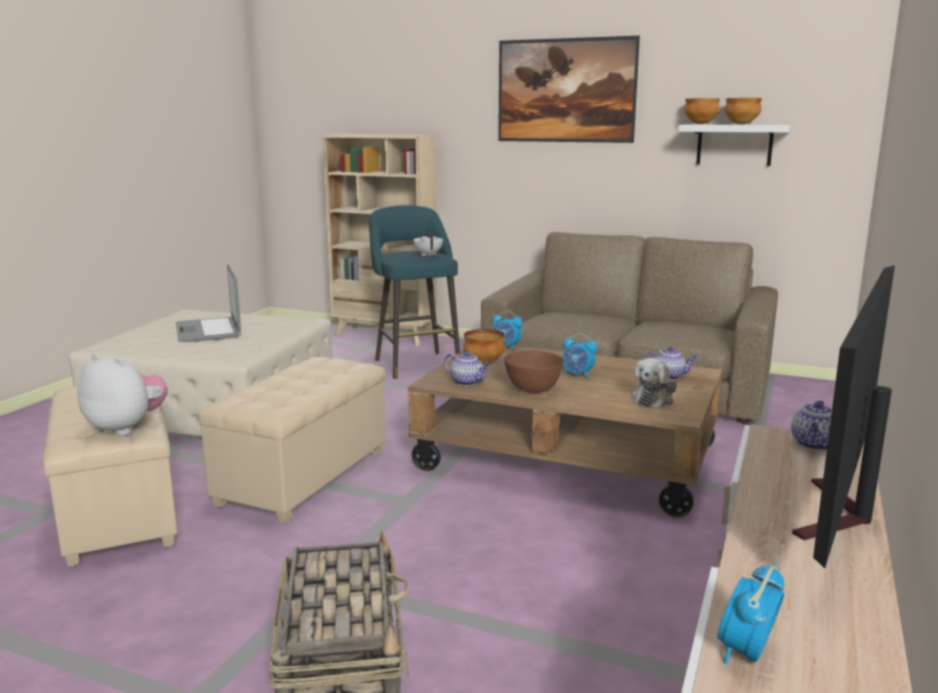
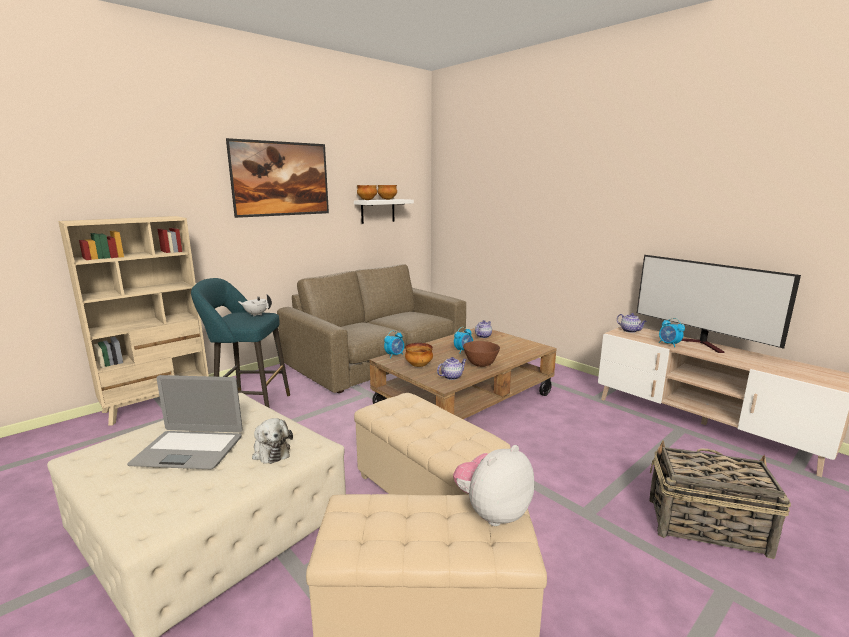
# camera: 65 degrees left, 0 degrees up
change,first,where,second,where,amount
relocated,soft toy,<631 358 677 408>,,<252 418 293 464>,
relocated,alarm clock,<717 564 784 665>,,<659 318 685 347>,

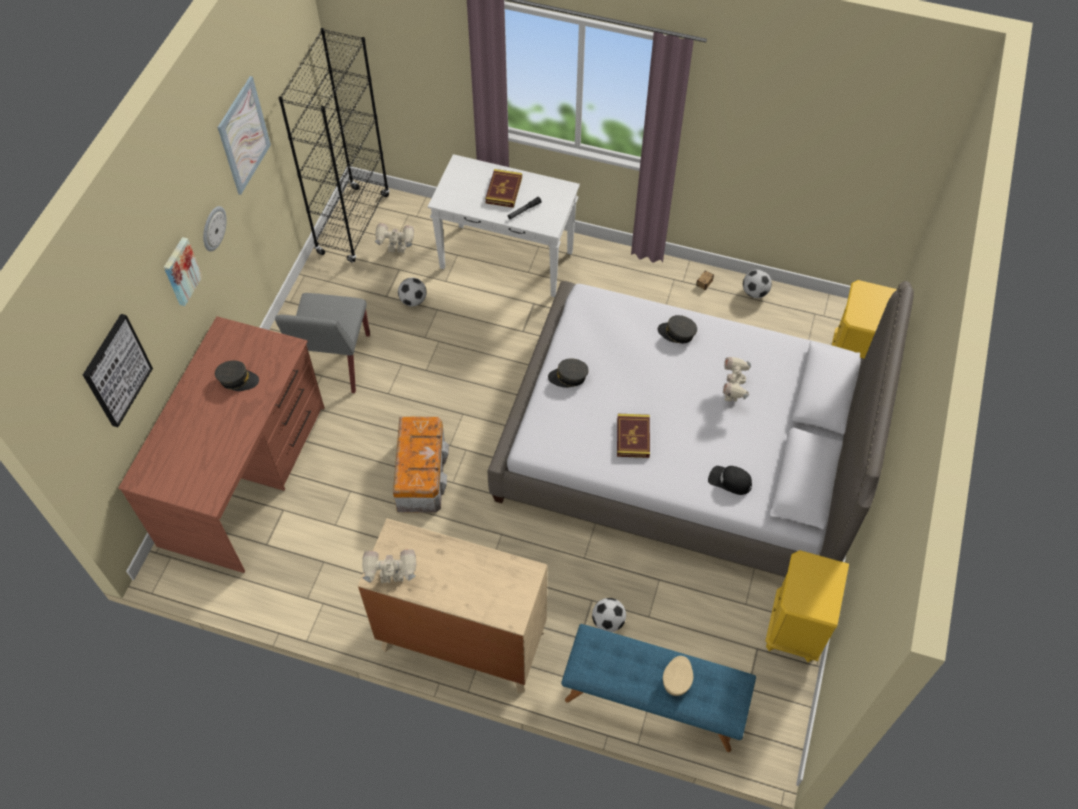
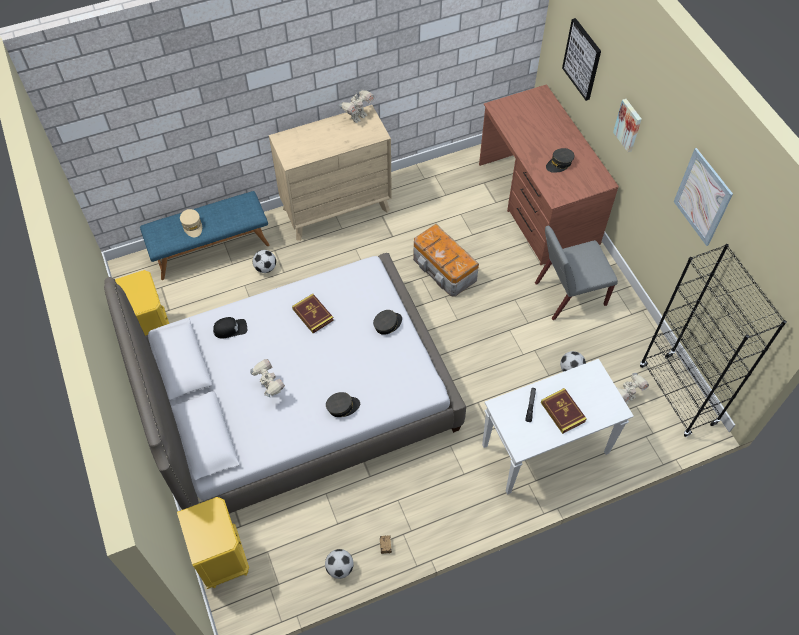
# camera: 140 degrees right, 0 degrees up
change,first,where,second,where,amount
missing,wall clock,<203 206 227 251>,,,
spun,upright chair/greyish,<275 293 370 393>,,<535 226 618 320>,75 degrees counterclockwise

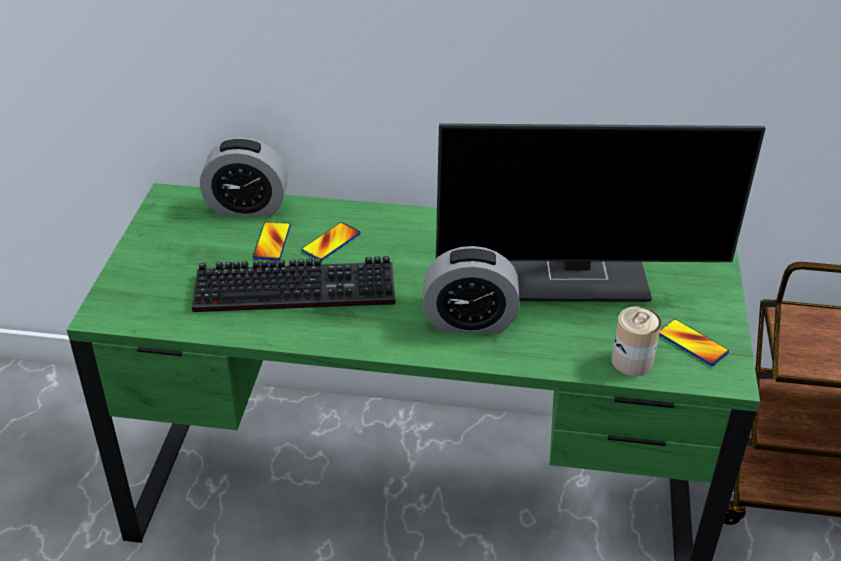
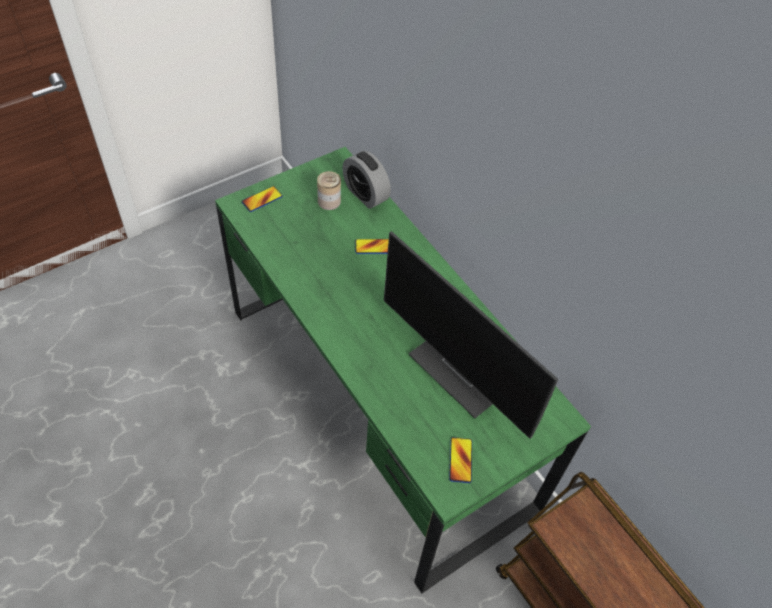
# camera: 45 degrees right, 15 degrees up
change,first,where,second,where,amount
relocated,handset,<253 222 291 261>,,<242 186 283 212>,
missing,alarm clock,<423 246 520 334>,,,
missing,keyboard,<192 256 395 312>,,,
relocated,metal can,<611 306 661 376>,,<317 171 341 210>,

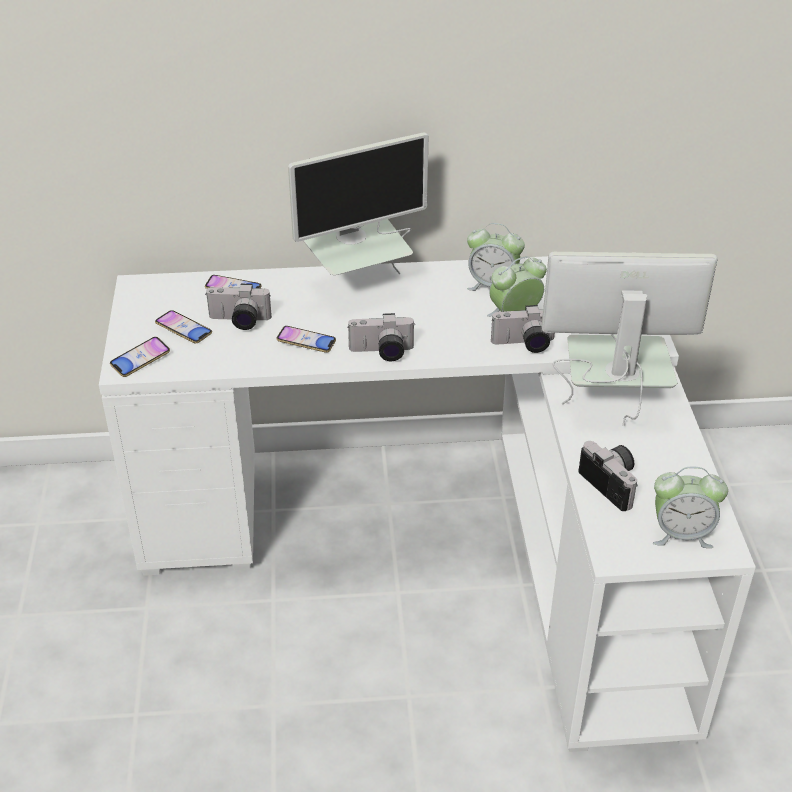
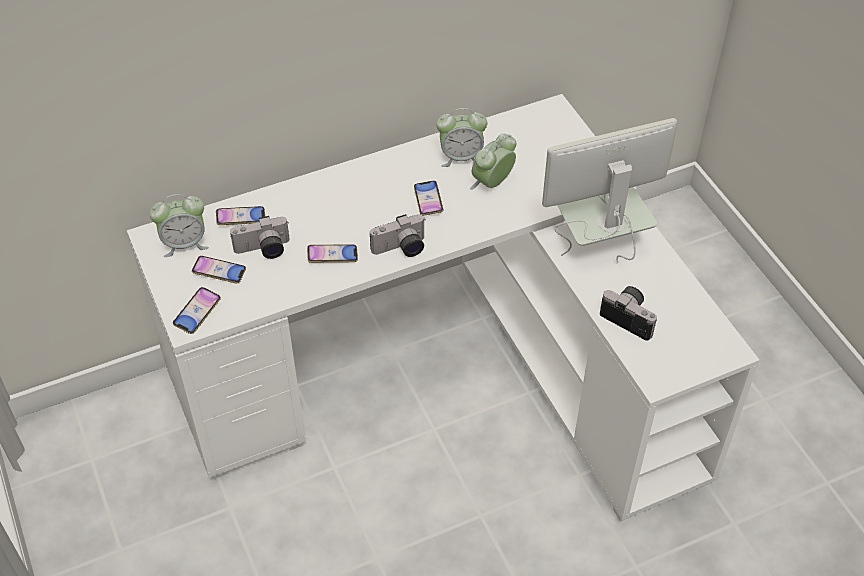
# camera: 20 degrees left, 10 degrees up
change,first,where,second,where,amount
missing,computer display,<288 132 428 275>,,,
missing,still camera,<491 305 555 353>,,,
relocated,alarm clock,<653 467 728 548>,,<149 194 209 257>,
appeared,,,handset,<414 181 443 216>,

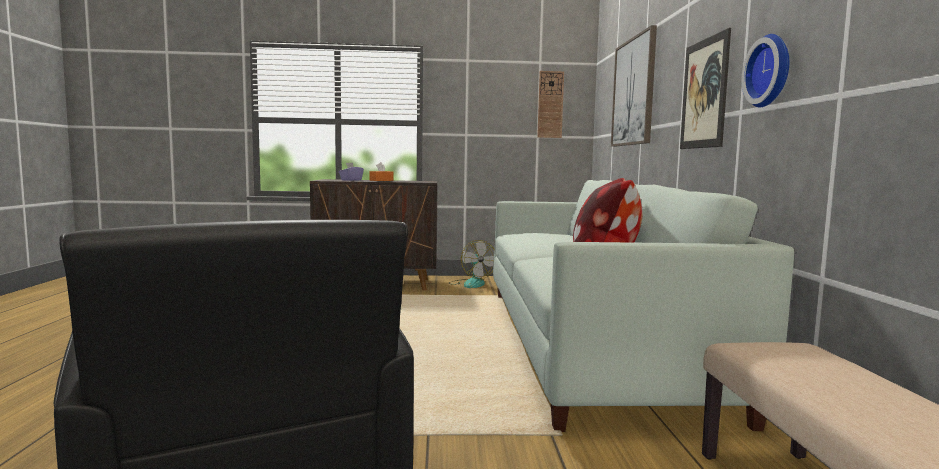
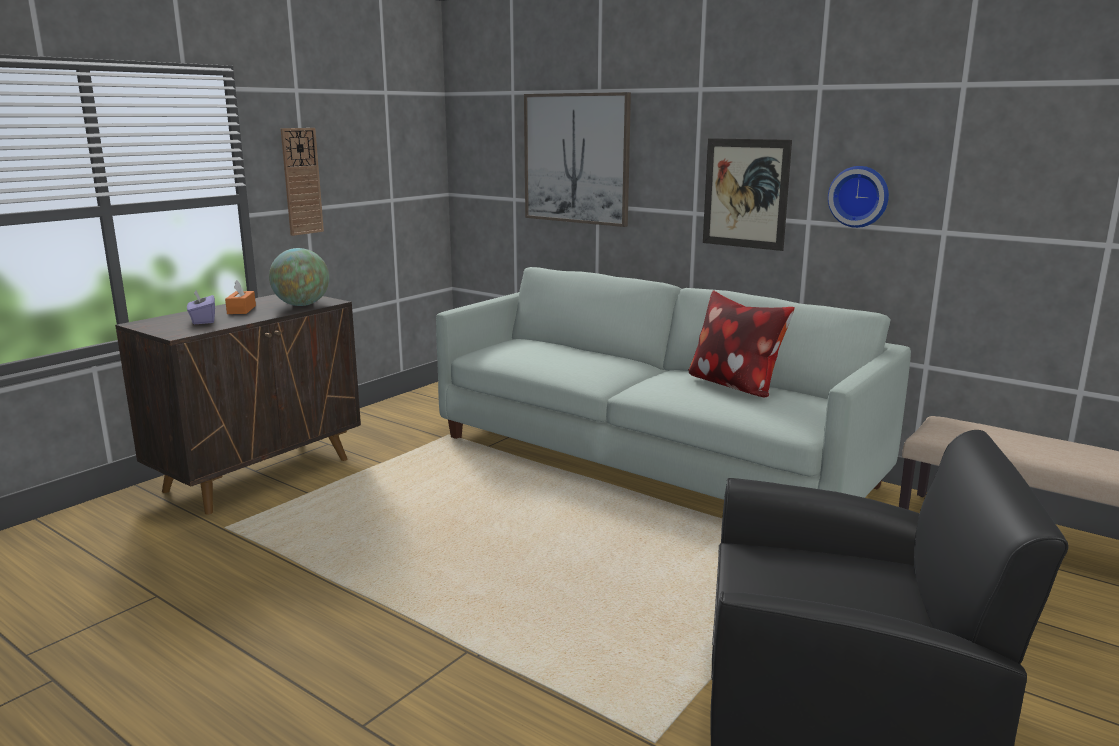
# camera: 50 degrees left, 10 degrees up
change,first,where,second,where,amount
relocated,wall clock,<537 71 564 138>,,<281 128 324 236>,
missing,fan,<448 240 495 288>,,,
appeared,,,desk globe,<269 248 329 306>,

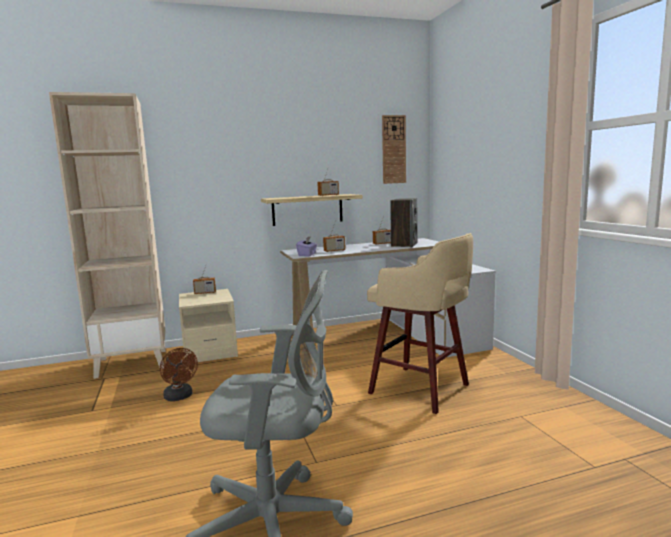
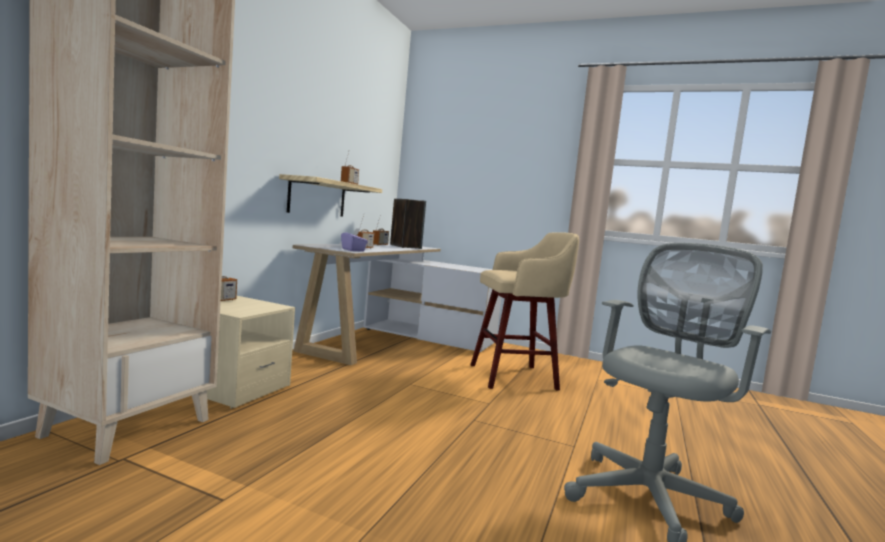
# camera: 50 degrees left, 5 degrees down
change,first,where,second,where,amount
missing,wall clock,<382 115 406 184>,,,
missing,fan/brown,<160 348 198 401>,,,

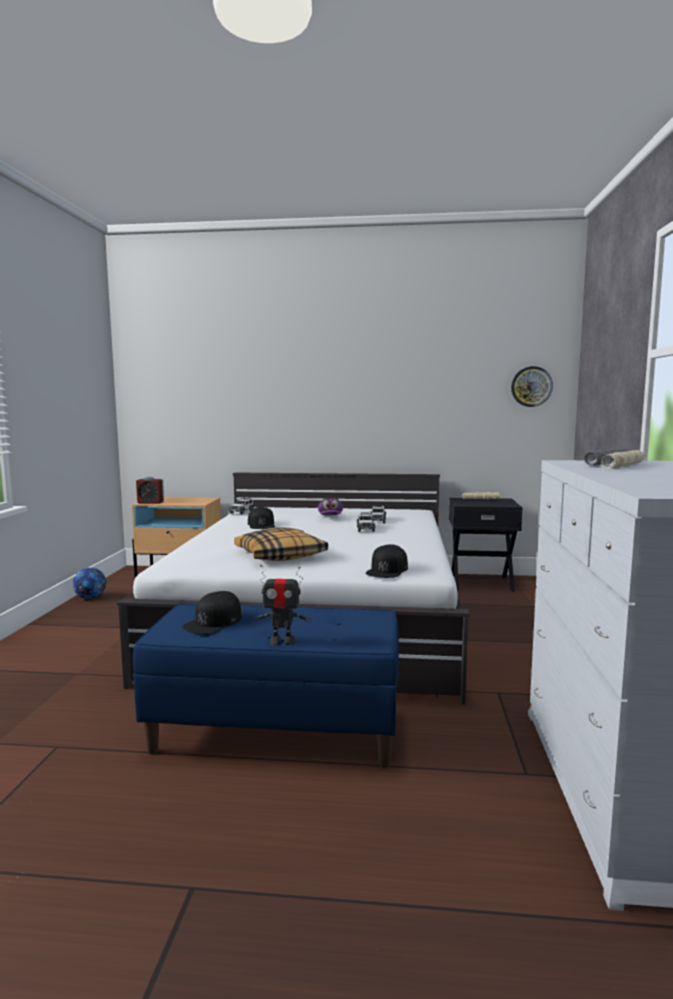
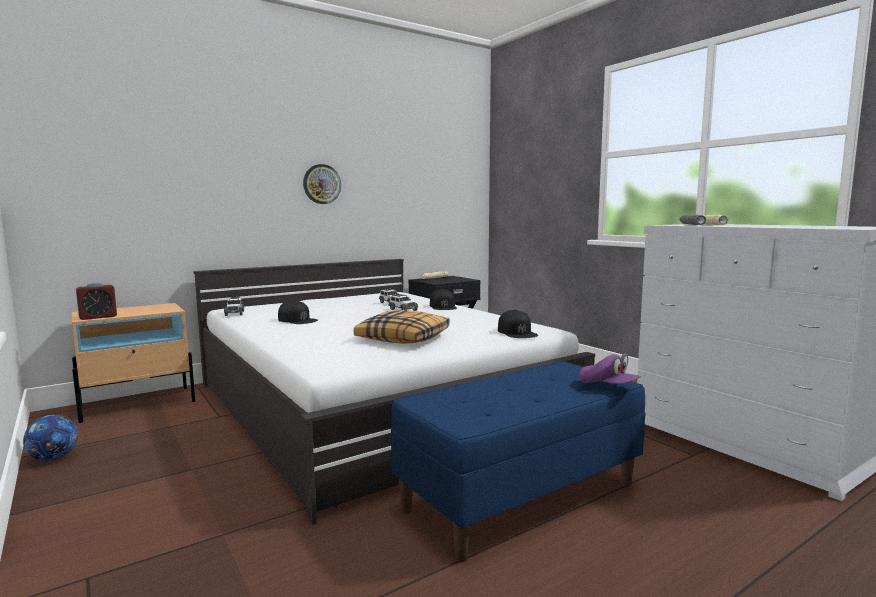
# camera: 40 degrees left, 0 degrees up
change,first,where,second,where,amount
relocated,wall clock,<511 366 553 407>,,<303 164 341 204>,
relocated,baseball cap/purple-coloured,<318 498 343 515>,,<579 353 641 384>,
missing,robot figure,<253 565 311 646>,,,
relocated,baseball cap/black-coloured,<182 591 241 634>,,<430 289 457 310>,

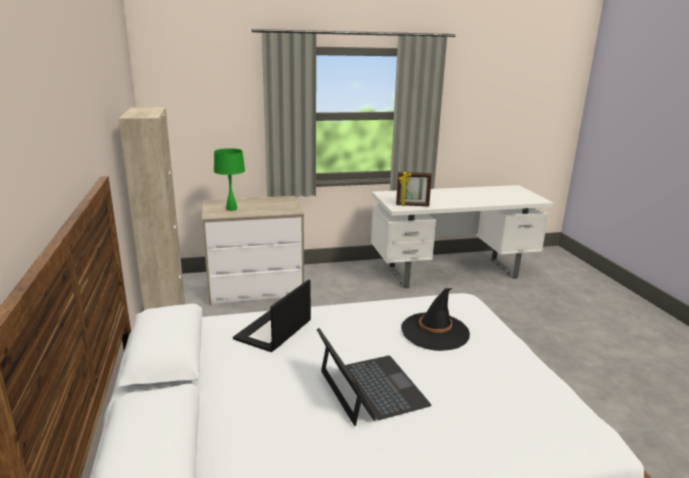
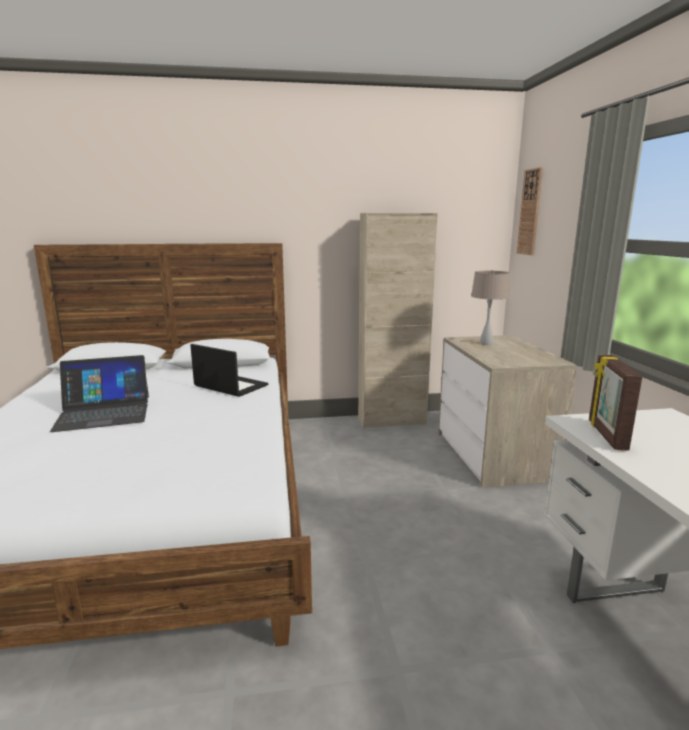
# camera: 95 degrees right, 5 degrees down
change,first,where,second,where,amount
colour,table lamp/green,<214 148 245 211>,table lamp/beige,<471 270 510 345>,
missing,clothing hat/black-coloured,<401 288 470 351>,,,
appeared,,,wall clock,<517 167 543 255>,

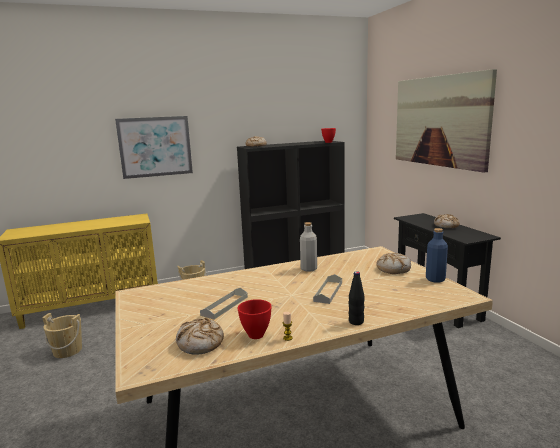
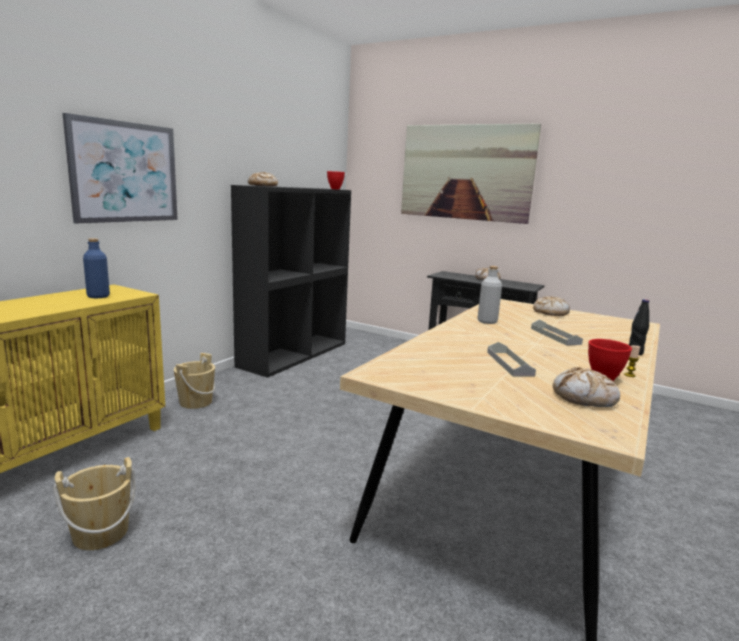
# camera: 40 degrees left, 0 degrees up
change,first,where,second,where,amount
relocated,bottle/bluish,<426 228 448 283>,,<83 238 110 298>,

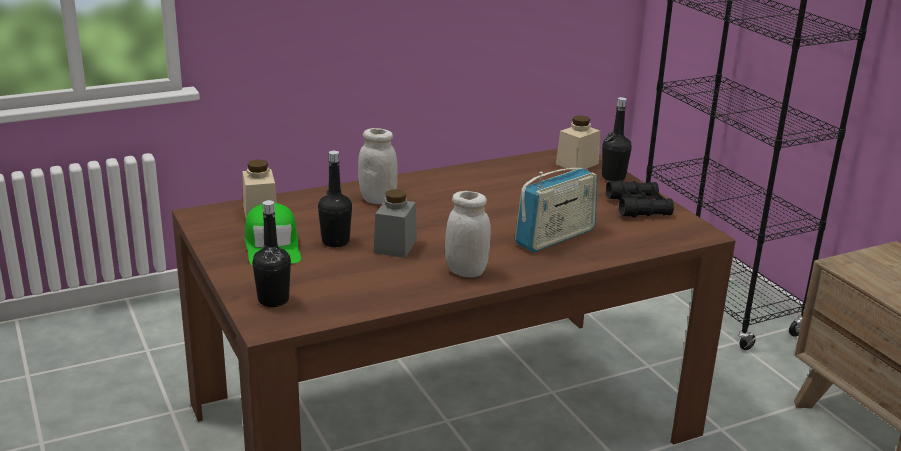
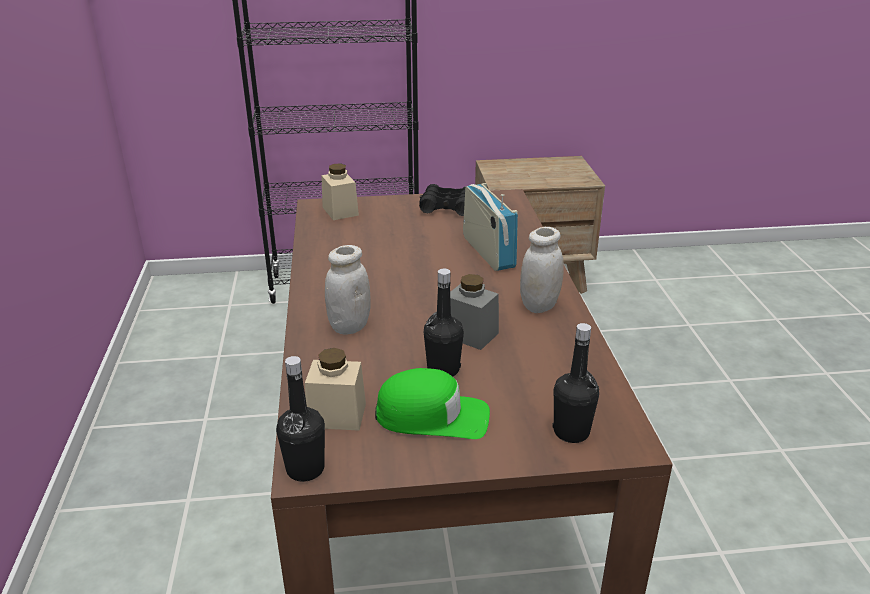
# camera: 70 degrees left, 5 degrees up
change,first,where,second,where,amount
relocated,bottle/black-coloured,<602 97 632 181>,,<276 356 325 482>,

